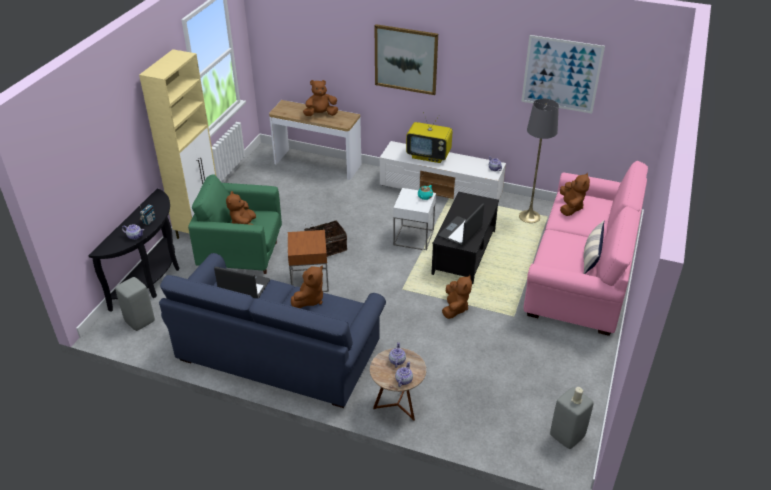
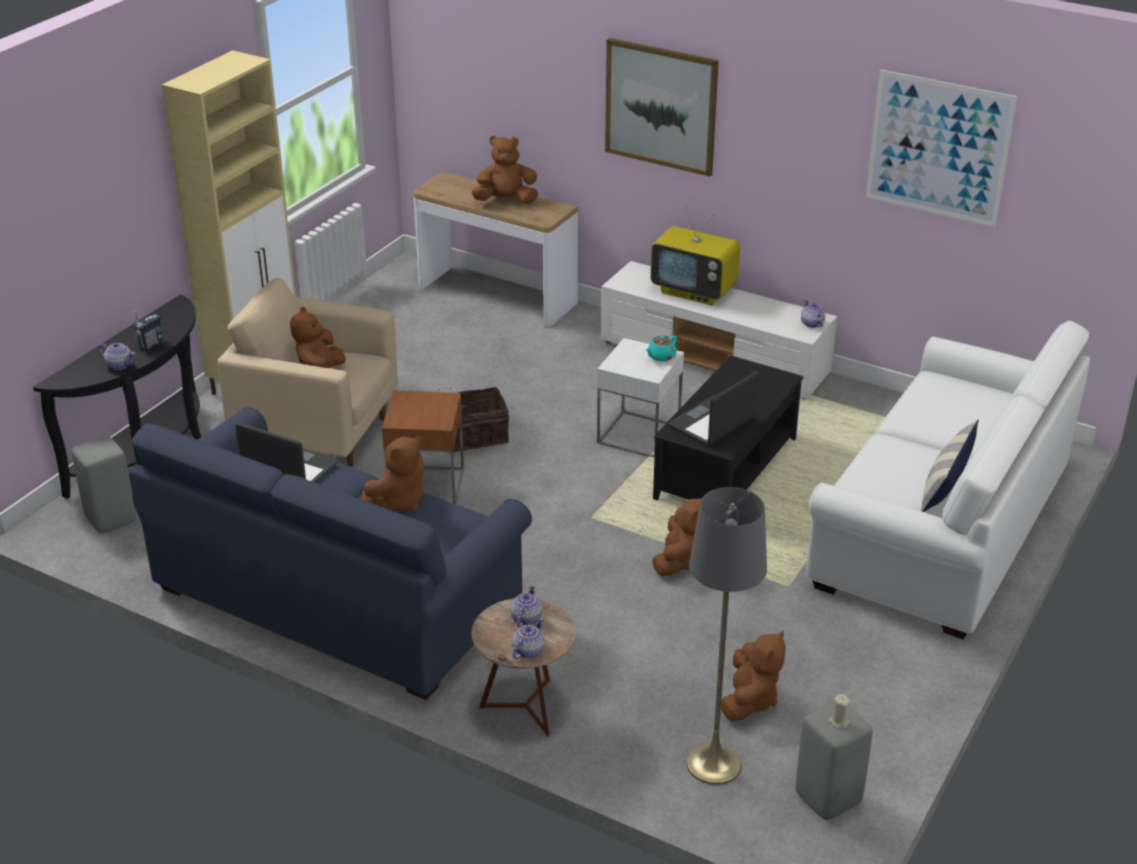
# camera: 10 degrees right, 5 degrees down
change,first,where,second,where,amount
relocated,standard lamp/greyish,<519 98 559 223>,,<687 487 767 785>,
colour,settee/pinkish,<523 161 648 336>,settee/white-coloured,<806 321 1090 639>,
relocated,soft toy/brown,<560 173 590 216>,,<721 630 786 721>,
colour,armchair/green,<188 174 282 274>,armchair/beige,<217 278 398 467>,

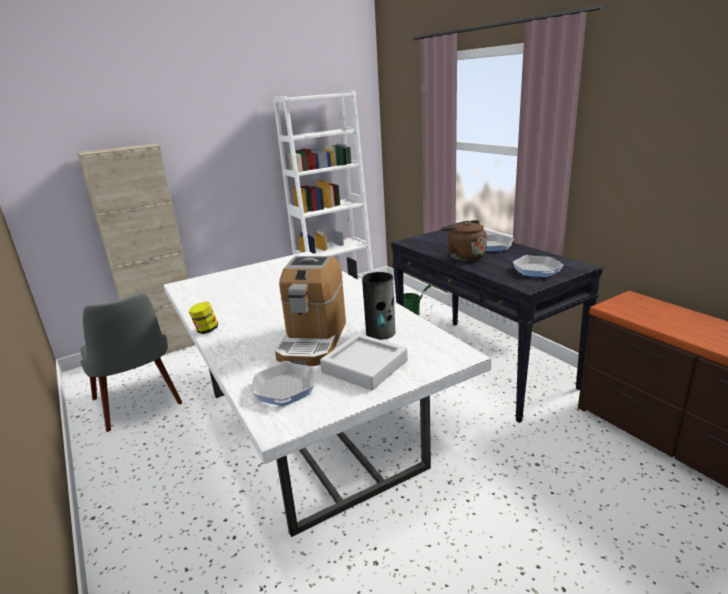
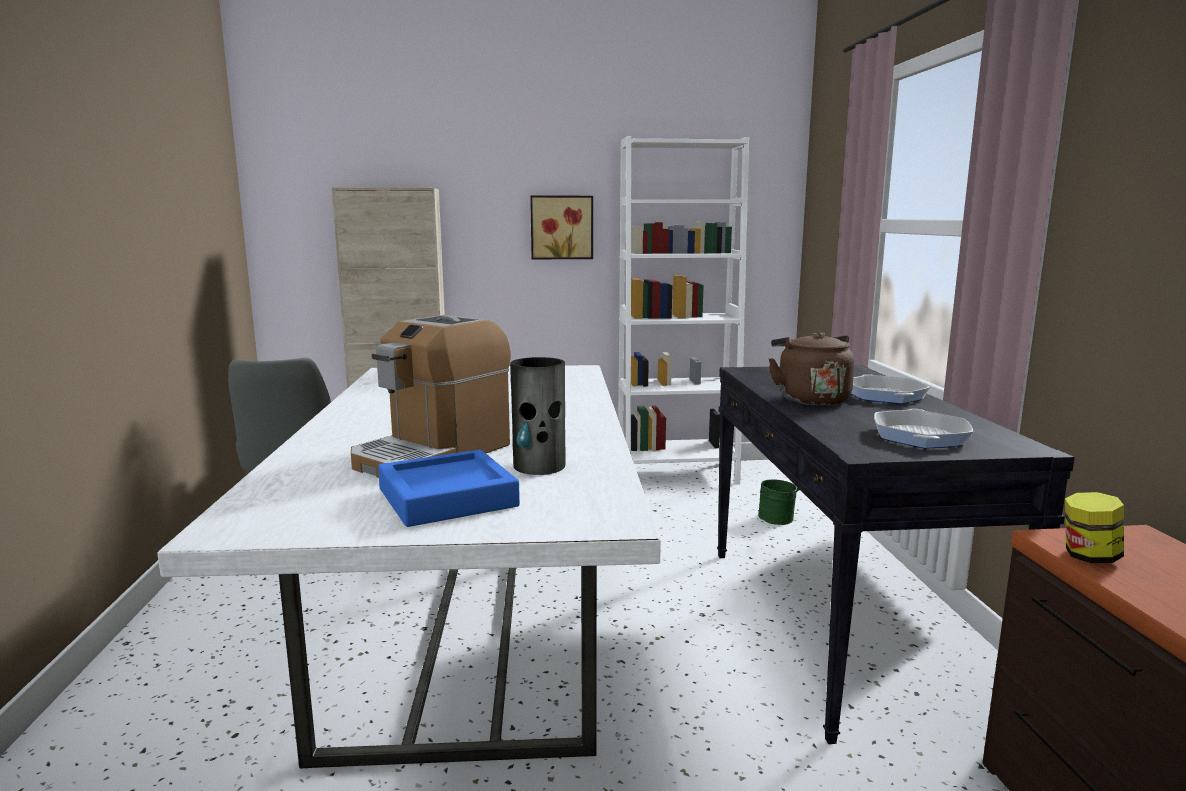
# camera: 25 degrees right, 10 degrees down
change,first,where,second,where,amount
relocated,storage jar,<189 302 218 334>,,<1065 492 1124 563>,
colour,carrying tray/greyish,<320 334 408 390>,carrying tray/bluish,<378 449 520 527>,
missing,skillet,<252 361 315 406>,,,
appeared,,,wall art,<530 196 593 259>,

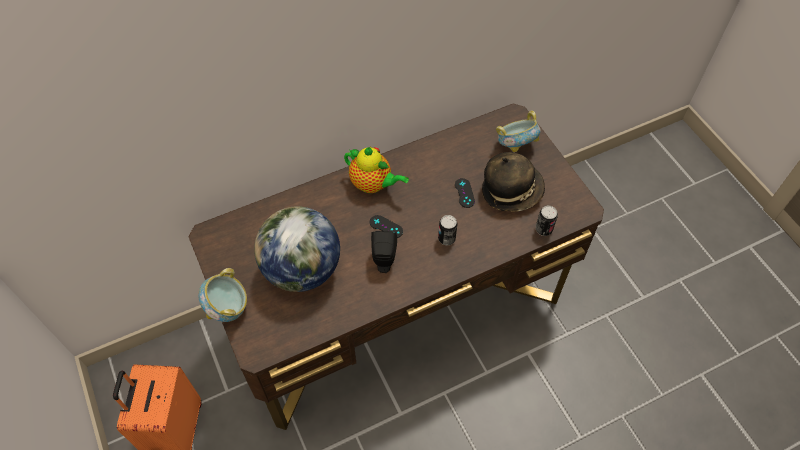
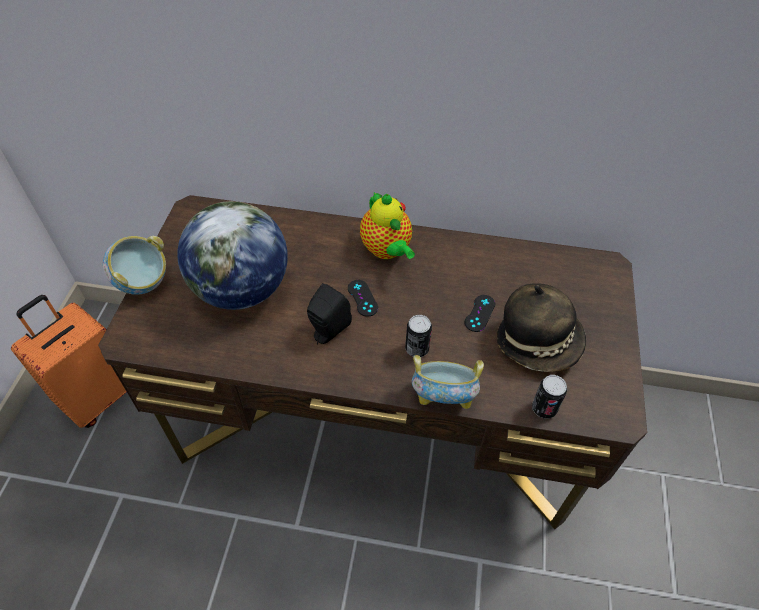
# camera: 35 degrees right, 5 degrees down
change,first,where,second,where,amount
relocated,deep dish,<496 111 541 152>,,<412 355 484 409>,

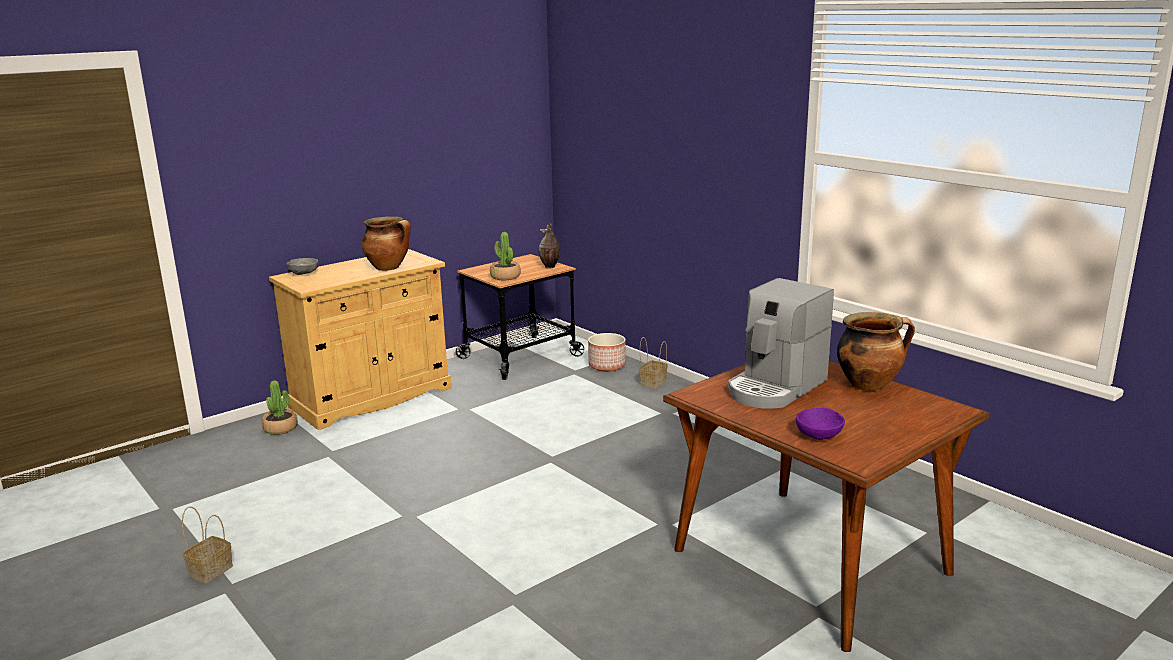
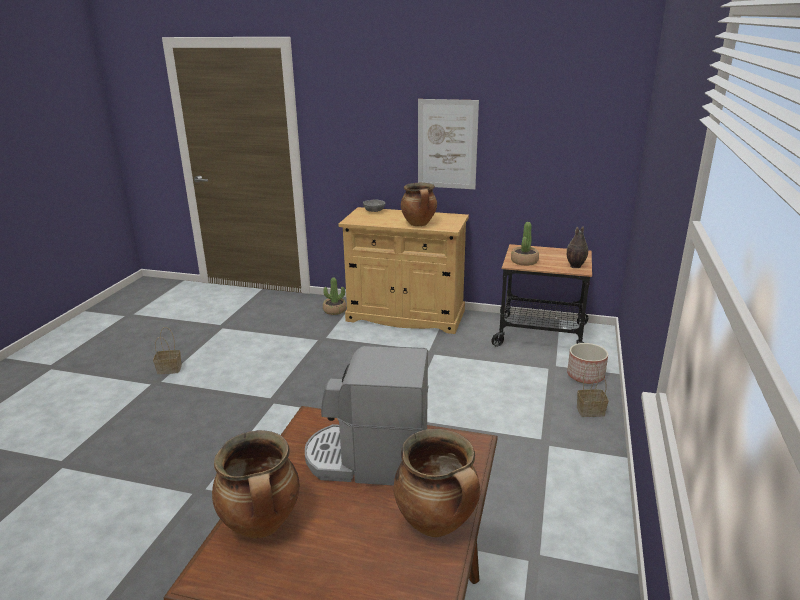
# camera: 55 degrees right, 5 degrees up
change,first,where,second,where,amount
exchanged,deep dish/purple-coloured,<796 408 845 440>,saucepot,<212 430 299 539>,
appeared,,,wall art,<418 99 479 189>,

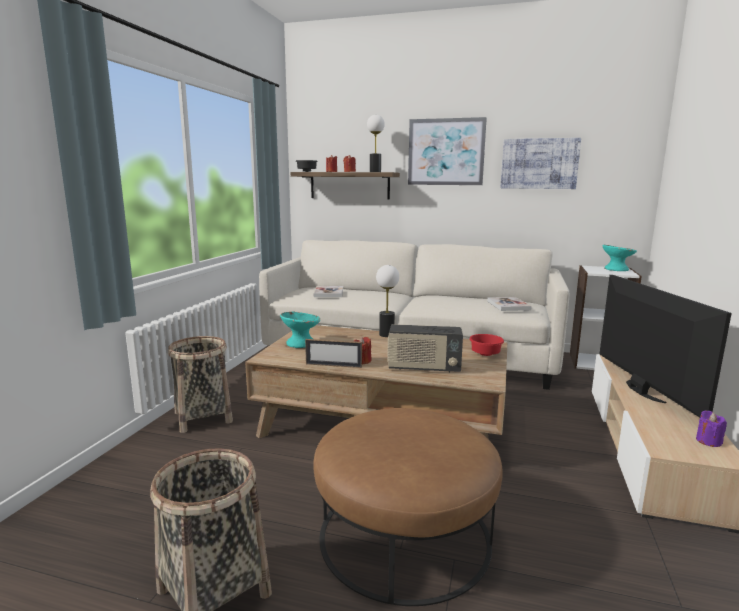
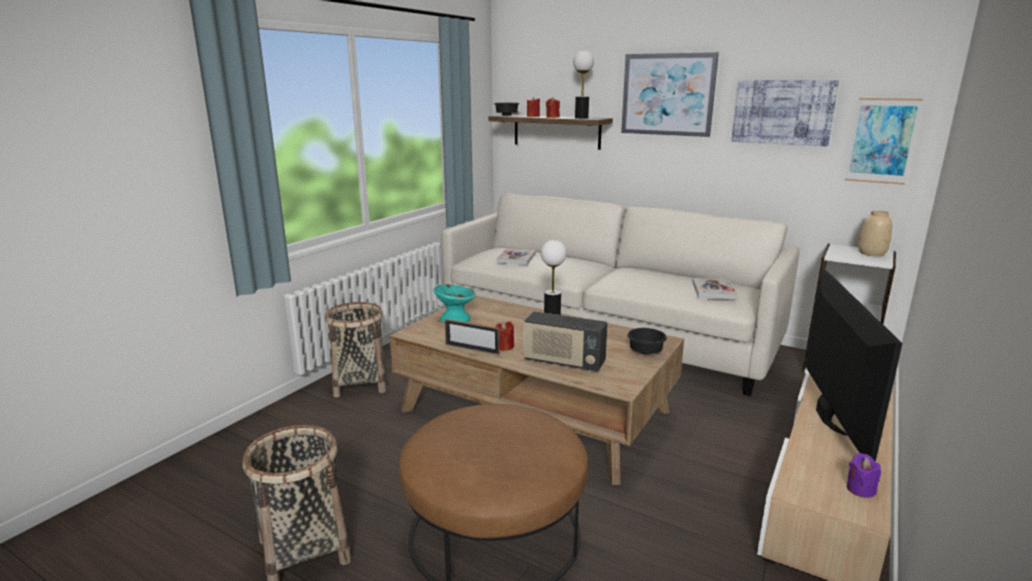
# camera: 15 degrees right, 5 degrees up
change,first,where,second,where,amount
exchanged,deep dish/turquoise,<603 245 637 271>,vase/beige,<858 210 892 257>,
colour,deep dish/red-coloured,<469 334 504 356>,deep dish/black-coloured,<627 328 667 354>,
appeared,,,wall art,<845 98 923 185>,

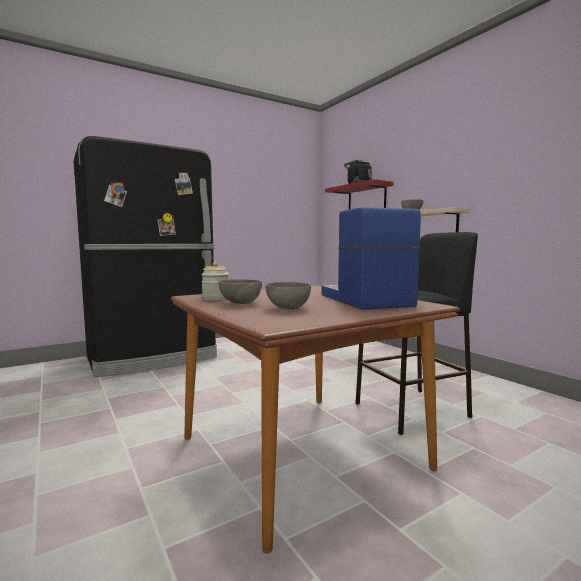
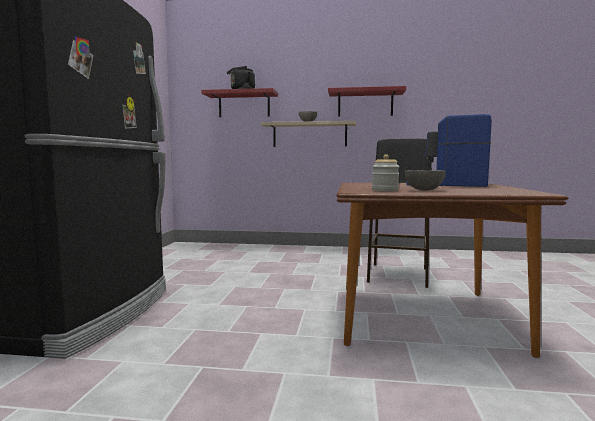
# camera: 50 degrees left, 0 degrees up
change,first,where,second,where,amount
missing,deep dish/greyish,<266 282 311 309>,,,
appeared,,,wall shelf/red-coloured,<328 86 406 117>,

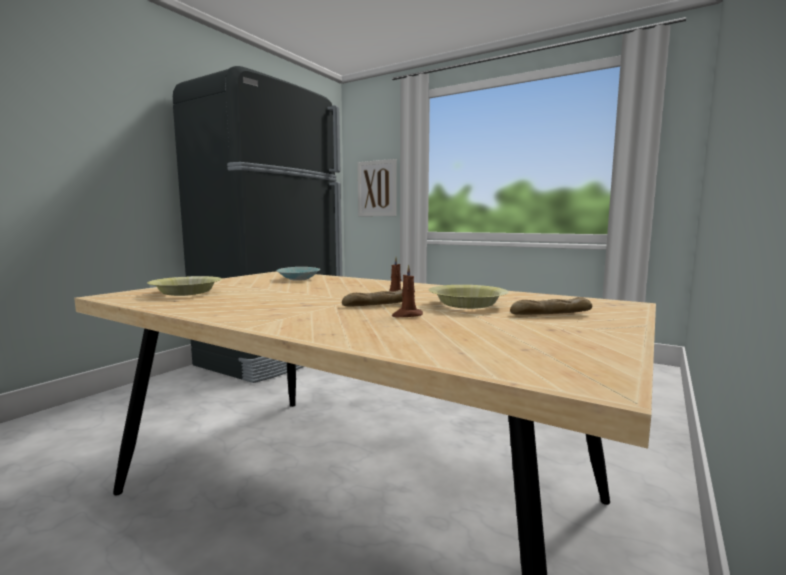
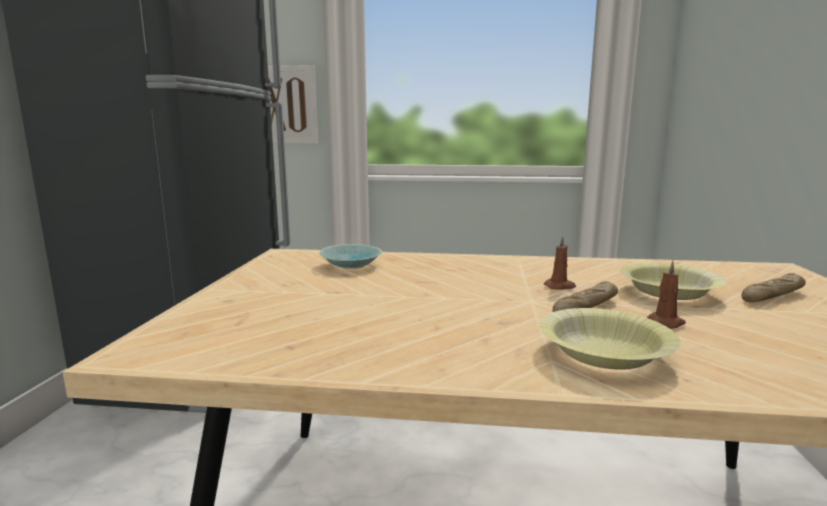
# camera: 25 degrees left, 5 degrees up
change,first,where,second,where,amount
relocated,deep dish/yellow,<147 276 222 296>,,<539 308 681 370>,

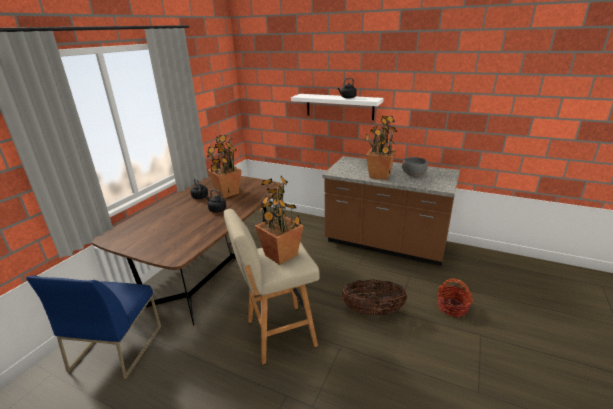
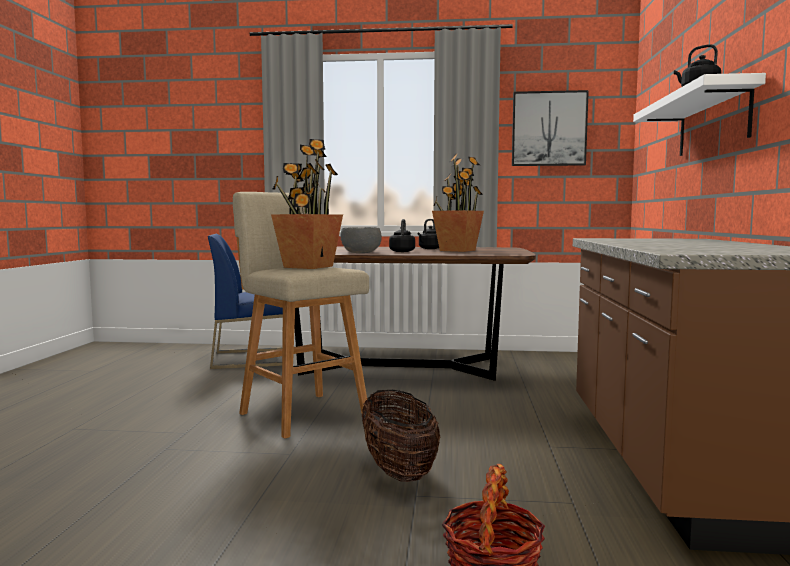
# camera: 70 degrees right, 20 degrees down
change,first,where,second,where,amount
missing,potted plant,<365 116 397 180>,,,
relocated,deep dish/greyish,<402 157 428 177>,,<341 227 382 253>,
appeared,,,wall art,<512 90 589 166>,

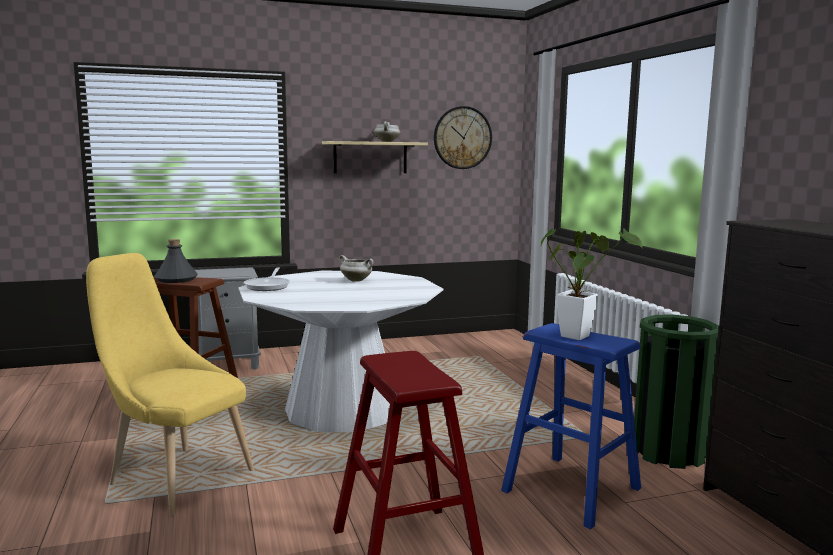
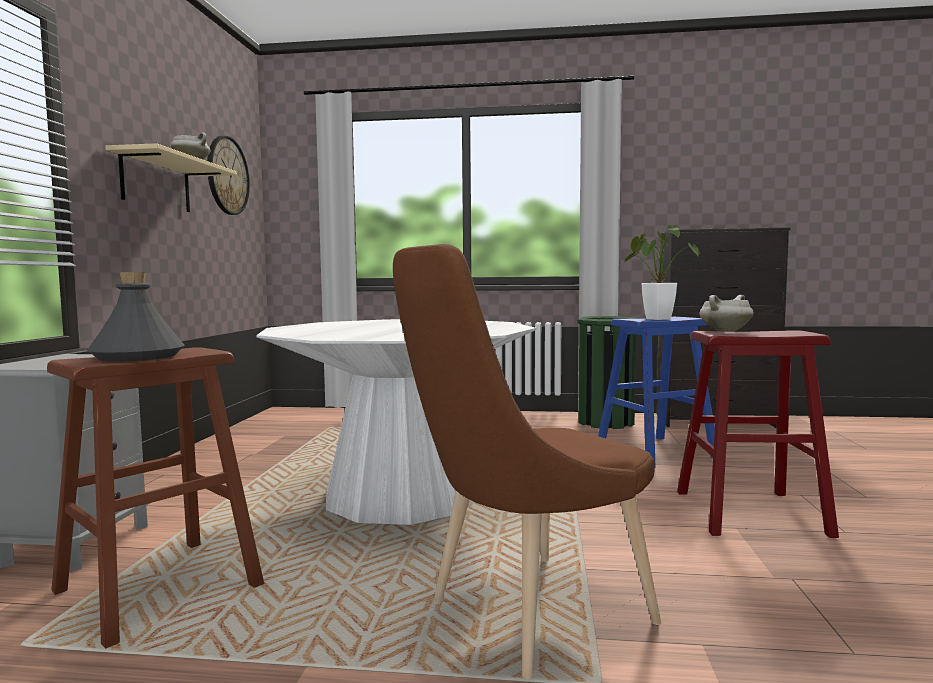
# camera: 65 degrees left, 5 degrees down
change,first,where,second,where,amount
colour,upright chair/yellow,<86 253 254 515>,upright chair/brown,<393 244 661 679>,
relocated,saucepot/white-coloured,<339 255 373 281>,,<700 295 754 332>,
missing,skillet,<244 267 290 291>,,,

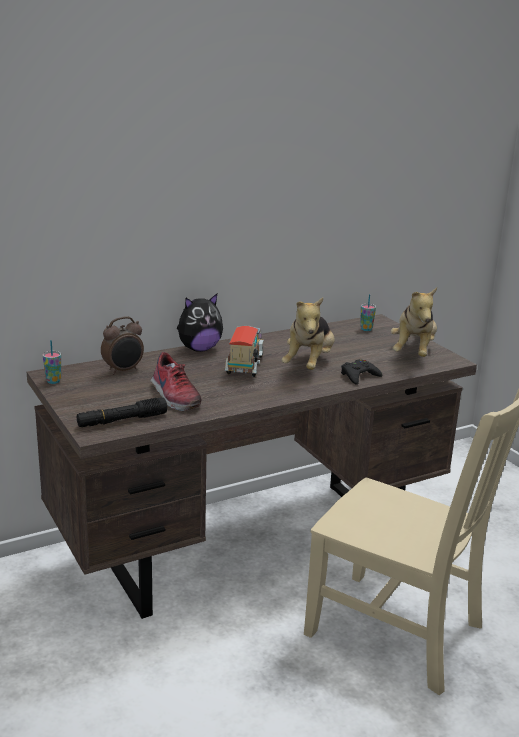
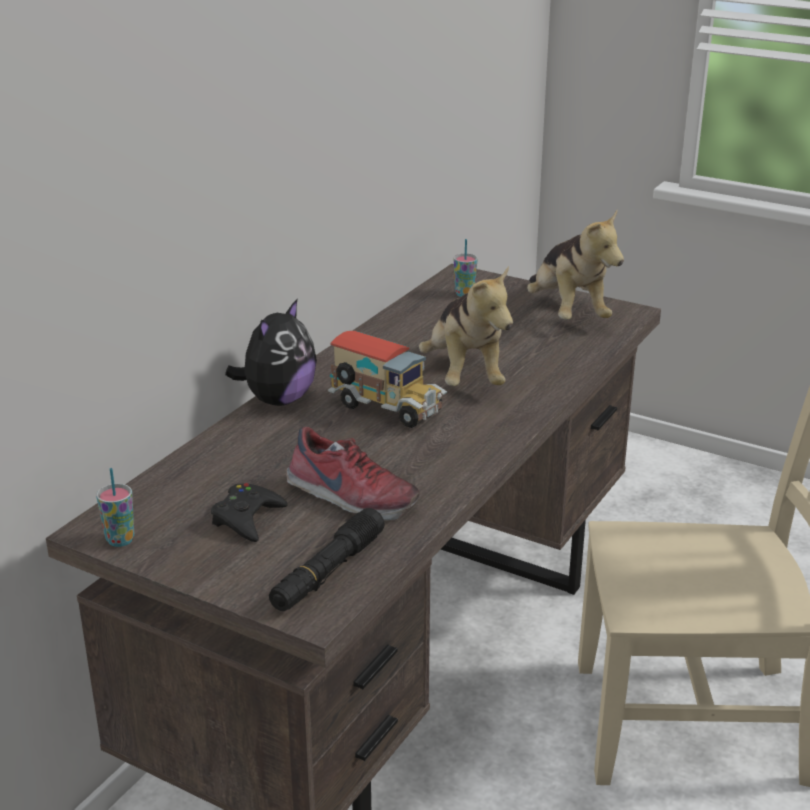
# camera: 30 degrees left, 5 degrees up
change,first,where,second,where,amount
missing,alarm clock,<101 316 144 375>,,,
spun,model truck,<225 326 264 377>,,<328 331 447 428>,150 degrees clockwise
relocated,game controller/black-coloured,<341 359 382 385>,,<211 483 288 542>,

